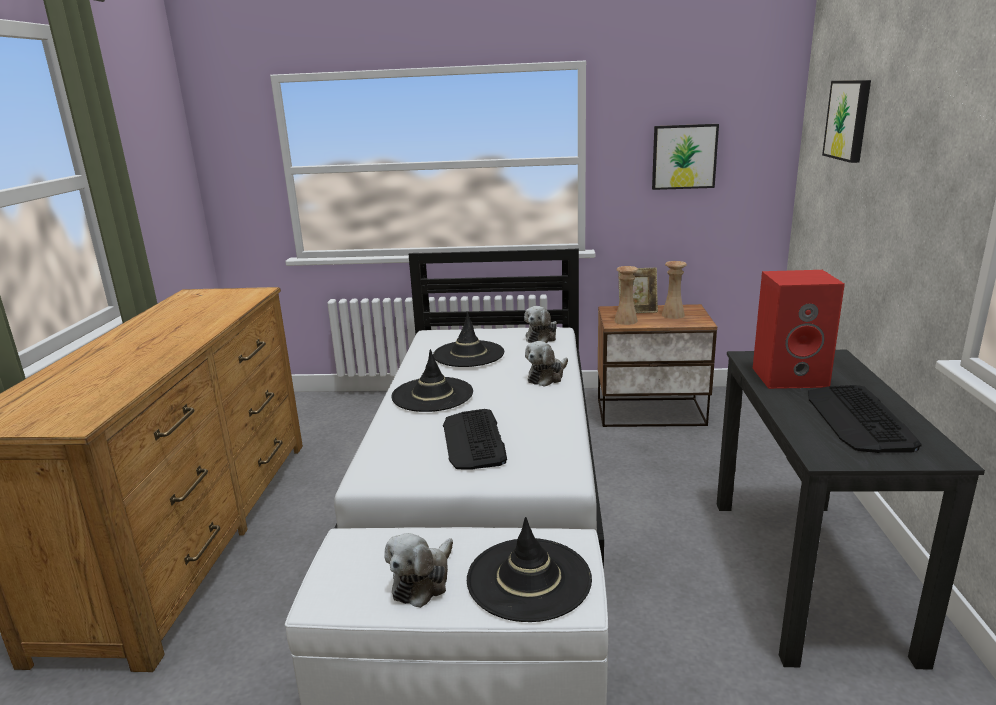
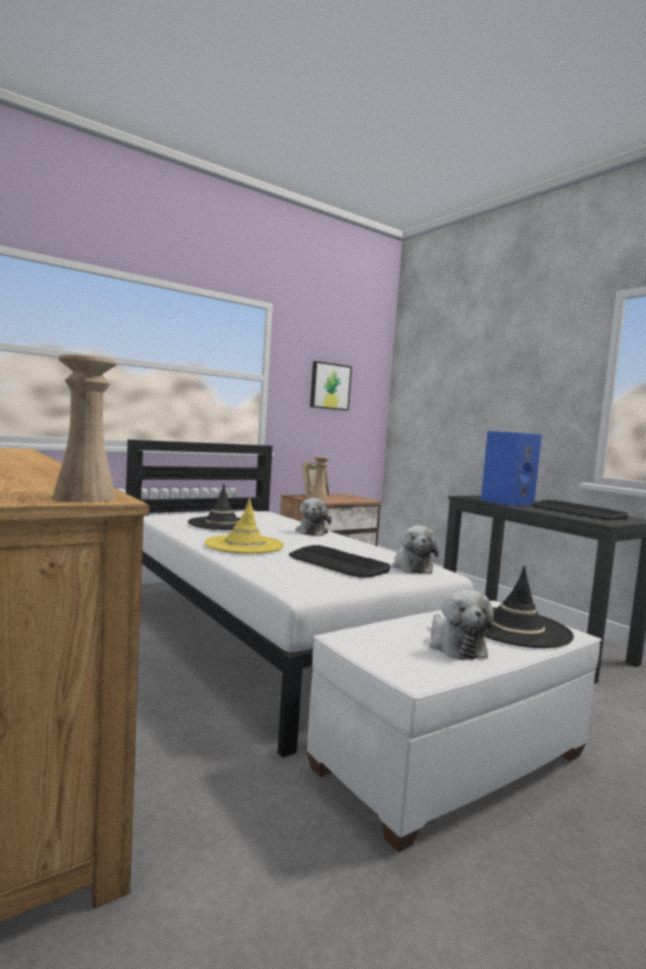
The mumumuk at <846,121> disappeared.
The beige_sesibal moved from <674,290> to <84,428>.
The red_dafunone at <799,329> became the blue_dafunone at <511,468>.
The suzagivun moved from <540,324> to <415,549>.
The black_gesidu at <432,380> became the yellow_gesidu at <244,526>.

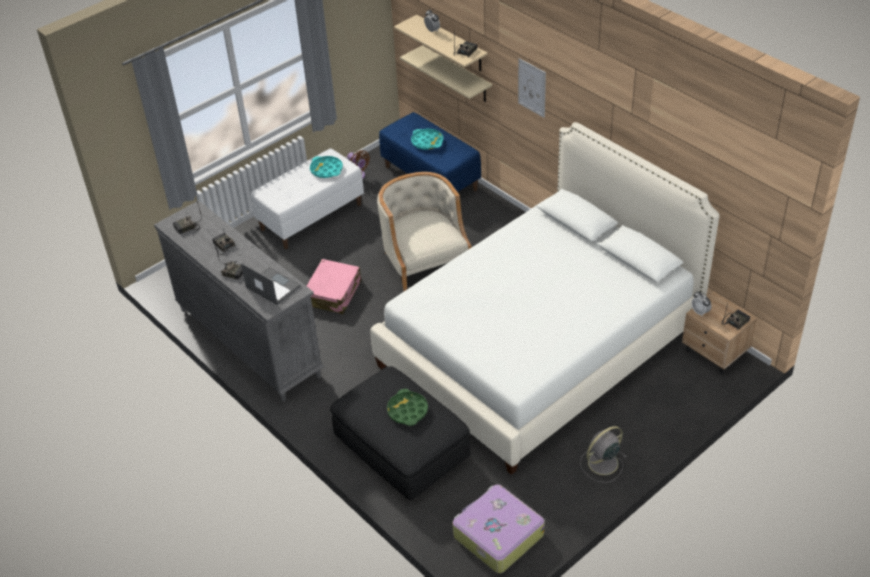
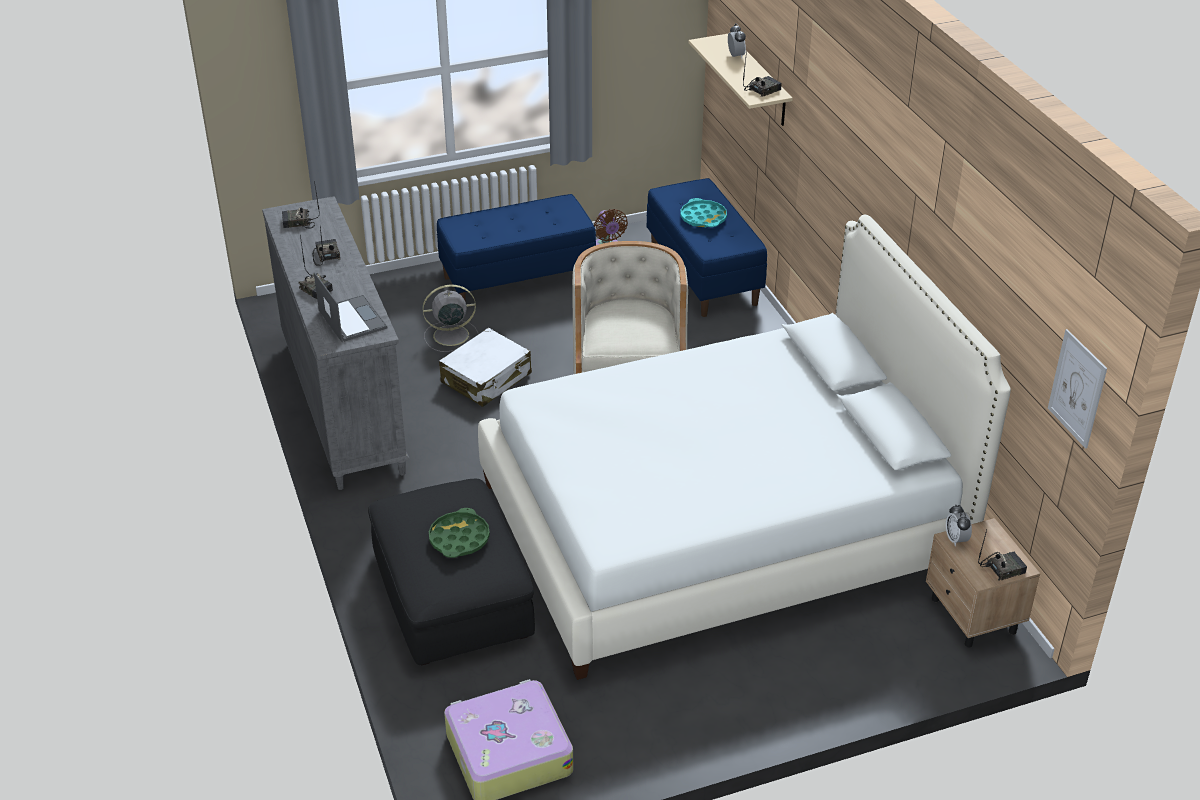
The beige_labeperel at <446,73> disappeared.
The mumumuk moved from <532,88> to <1077,389>.
The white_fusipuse at <307,199> became the blue_fusipuse at <516,247>.
The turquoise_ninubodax at <326,167> disappeared.
The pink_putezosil at <334,286> became the white_putezosil at <485,367>.
The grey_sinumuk moved from <603,454> to <450,318>.

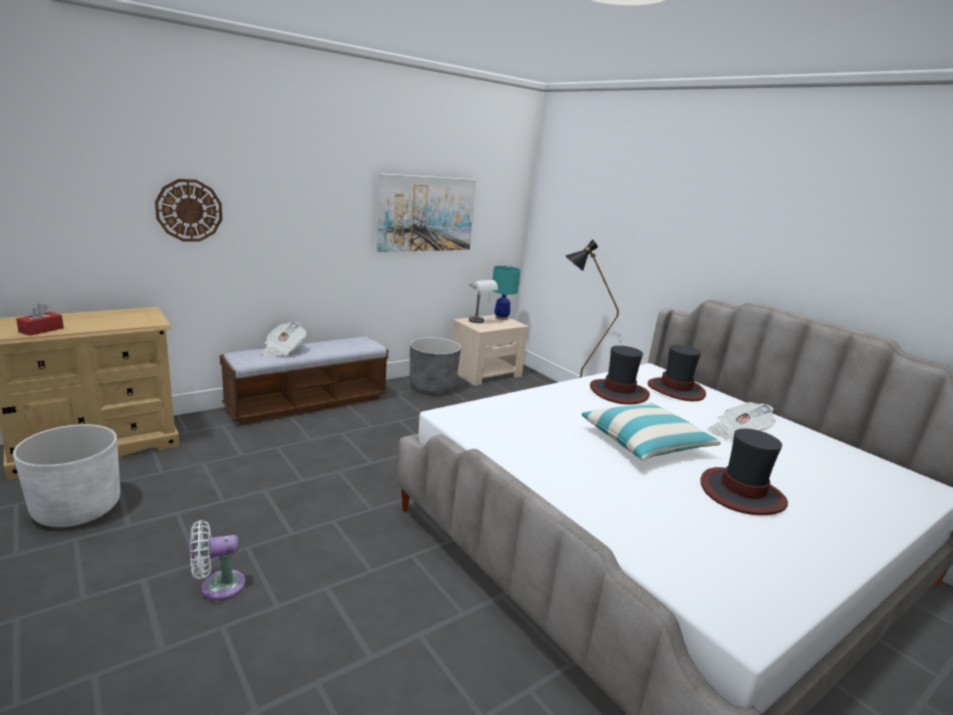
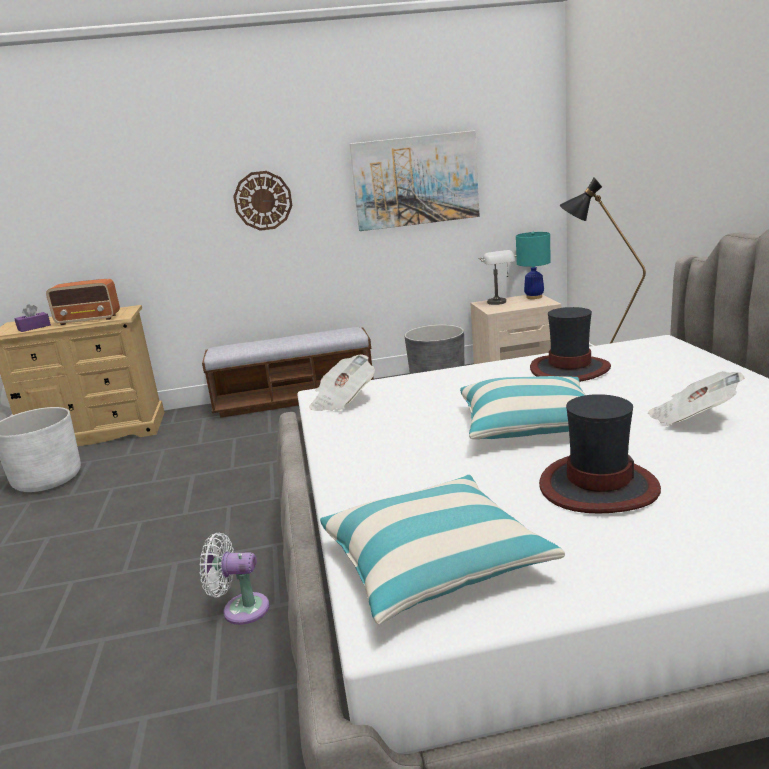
The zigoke moved from <188,210> to <263,201>.
The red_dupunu at <40,319> became the purple_dupunu at <32,318>.
The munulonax moved from <284,339> to <342,382>.
The gesidu at <677,373> disappeared.
The white_sinumuk moved from <218,560> to <234,579>.
The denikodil at <83,302> appeared.
The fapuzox at <442,549> appeared.

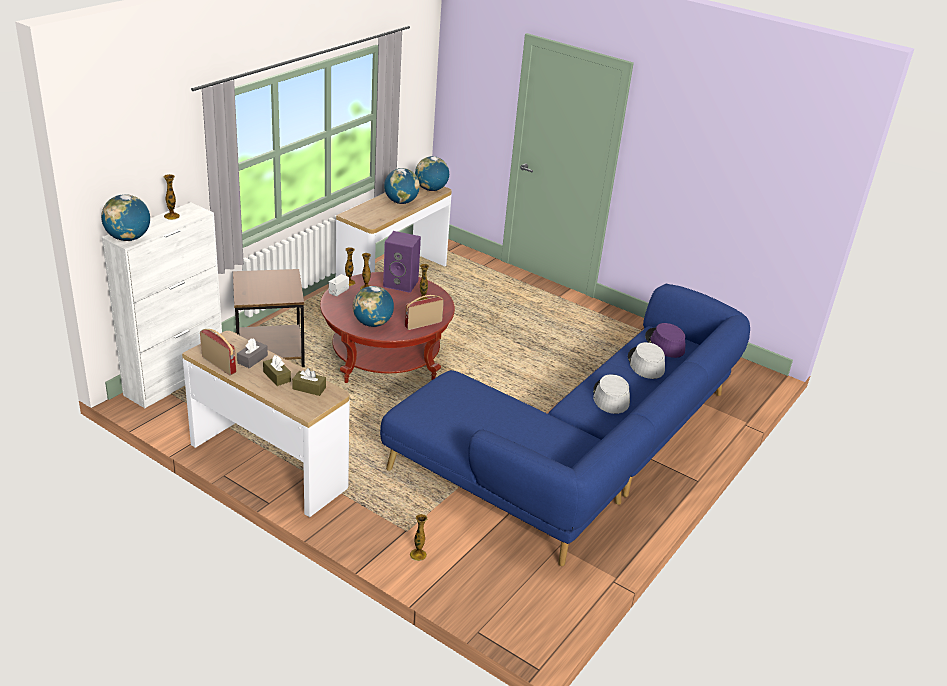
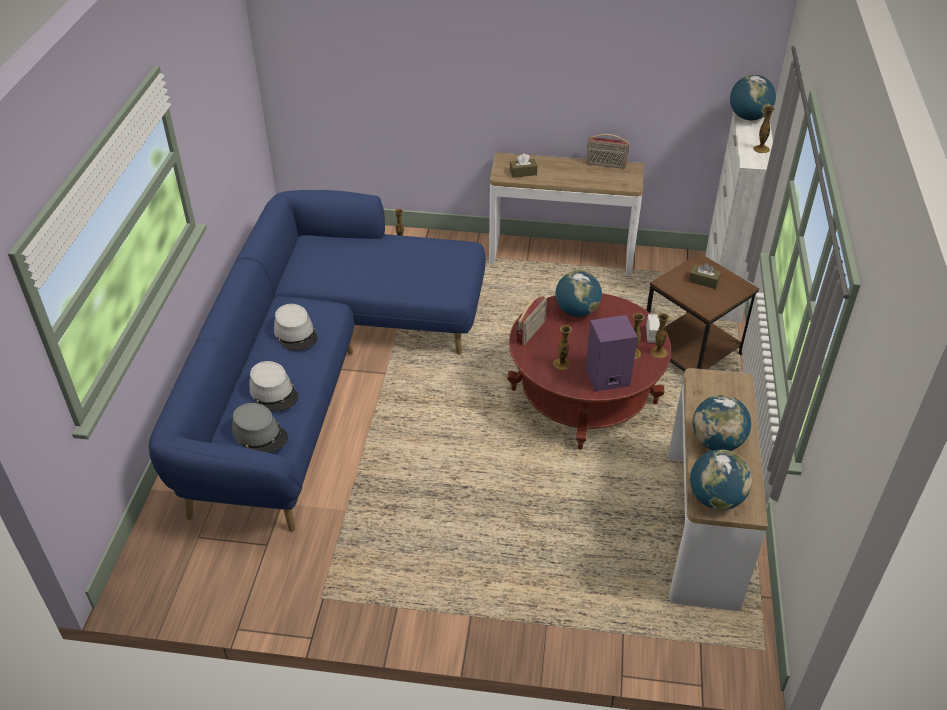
The purple_gesidu at <665,340> became the grey_gesidu at <260,428>.
The grey_dupunu at <252,353> disappeared.
The brown_dupunu moved from <277,370> to <705,276>.

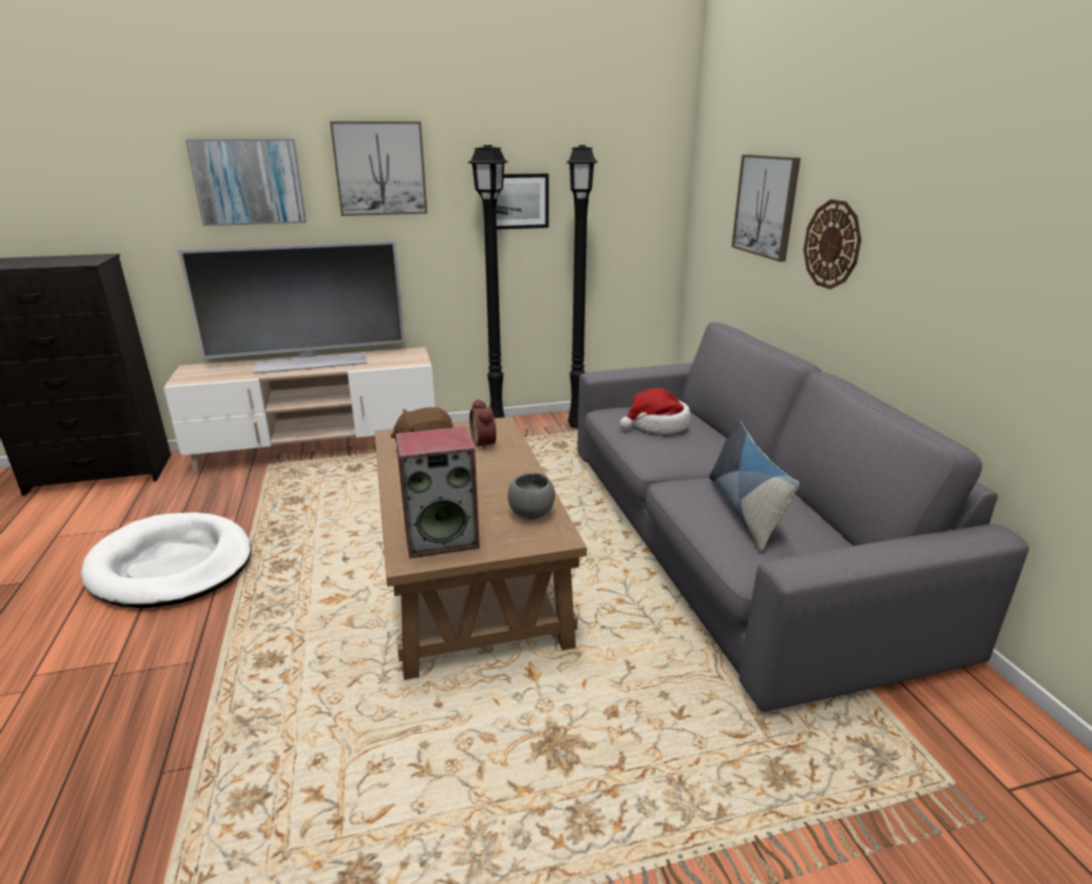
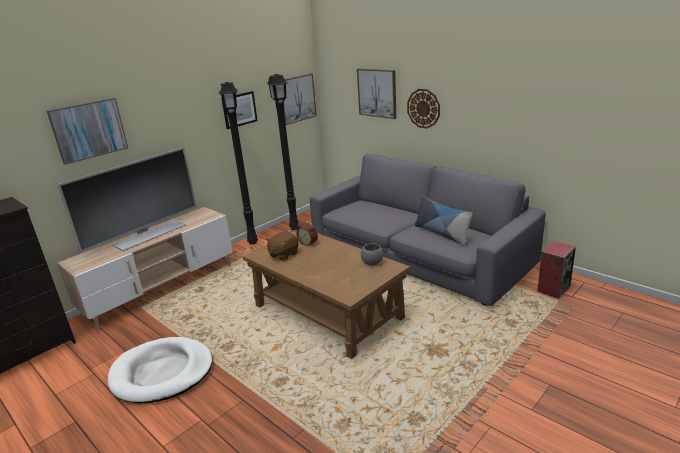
The mumumuk moved from <378,168> to <300,99>.
The gesidu at <655,411> disappeared.
The dafunone moved from <437,492> to <556,270>.

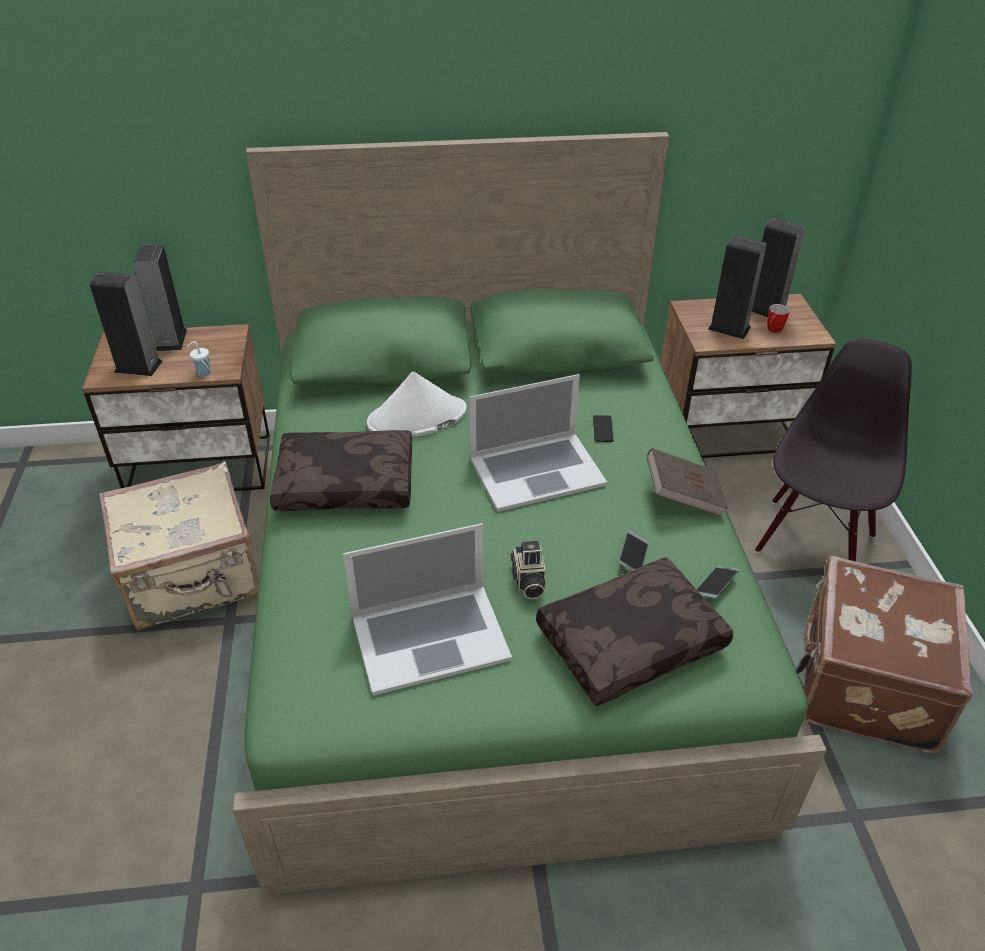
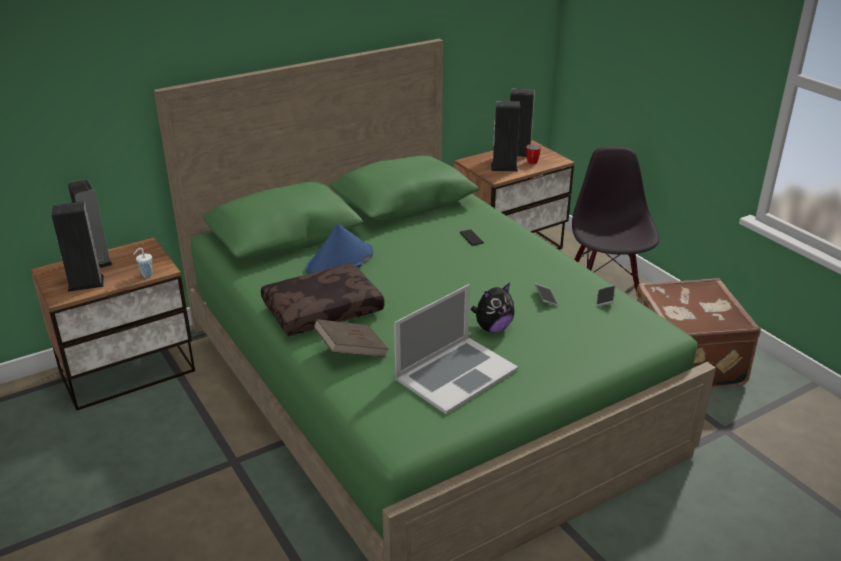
The white_gesidu at <417,404> became the blue_gesidu at <339,248>.
The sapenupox at <538,443> disappeared.
The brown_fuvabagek moved from <687,482> to <351,338>.
The beige_putezosil at <179,545> disappeared.
The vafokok at <528,570> was replaced by the suzagivun at <492,307>.
The brown_fapuzox at <634,631> disappeared.

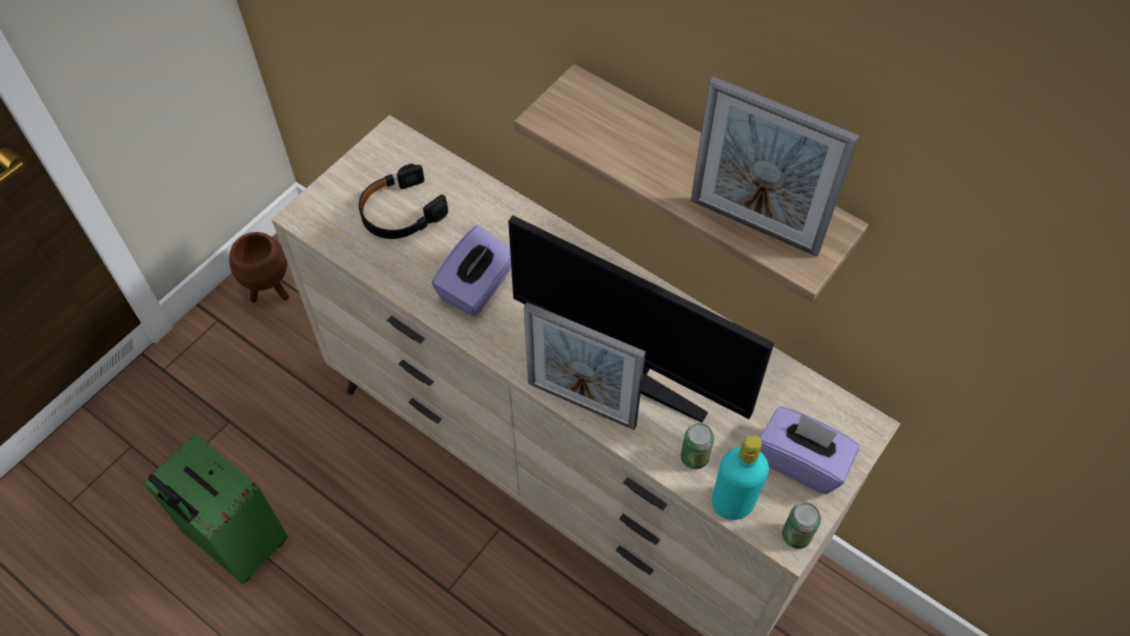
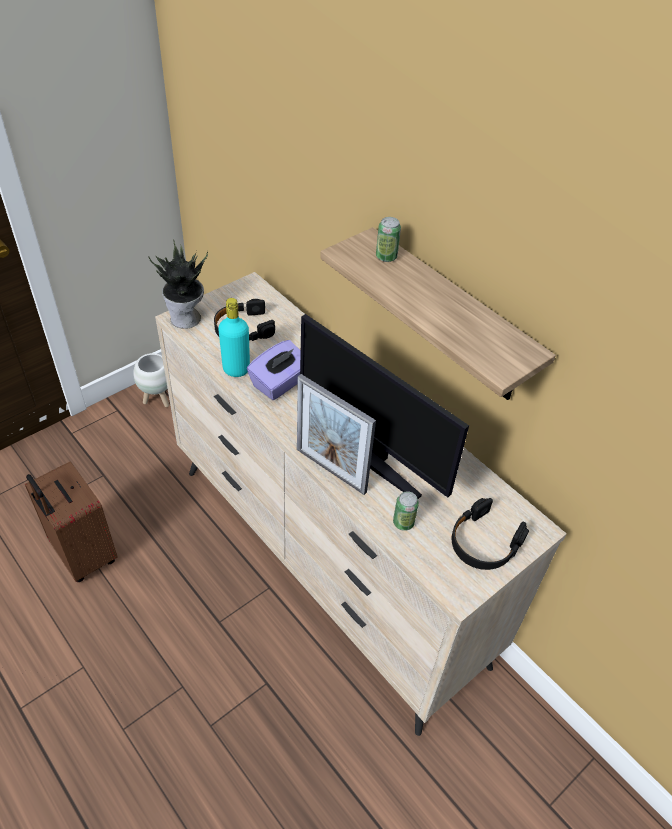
The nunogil at <775,167> disappeared.
The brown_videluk at <259,267> became the white_videluk at <151,380>.
The purple_dupunu at <809,450> was replaced by the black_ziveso at <490,534>.
The green_putezosil at <215,509> became the brown_putezosil at <71,522>.
The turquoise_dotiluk moved from <740,477> to <234,337>.
The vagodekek moved from <801,526> to <388,239>.
The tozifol at <178,284> appeared.

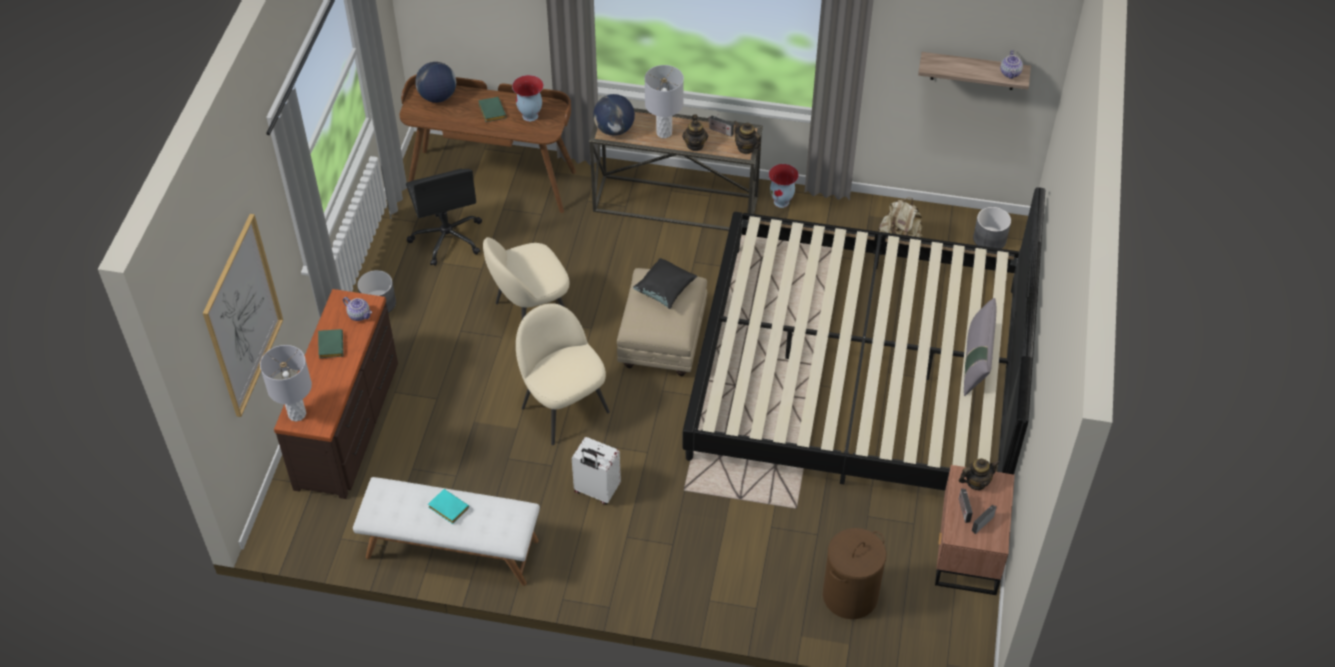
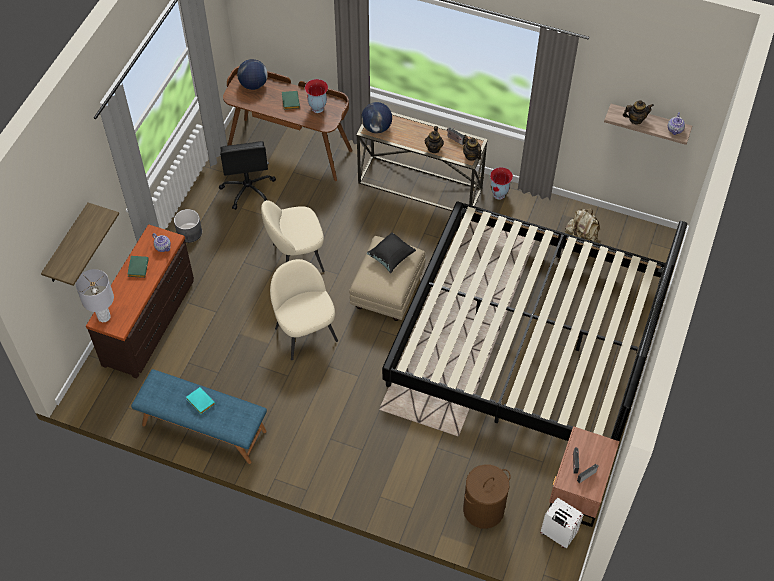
The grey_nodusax at <664,101> disappeared.
The grey_videluk at <992,228> disappeared.
The mumumuk at <243,315> was replaced by the labeperel at <80,244>.
The grey_fapuzox at <980,347> disappeared.
The white_putezosil moved from <596,470> to <561,523>.
The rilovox moved from <979,474> to <638,112>.
The white_fusipuse at <446,531> became the blue_fusipuse at <199,416>.

